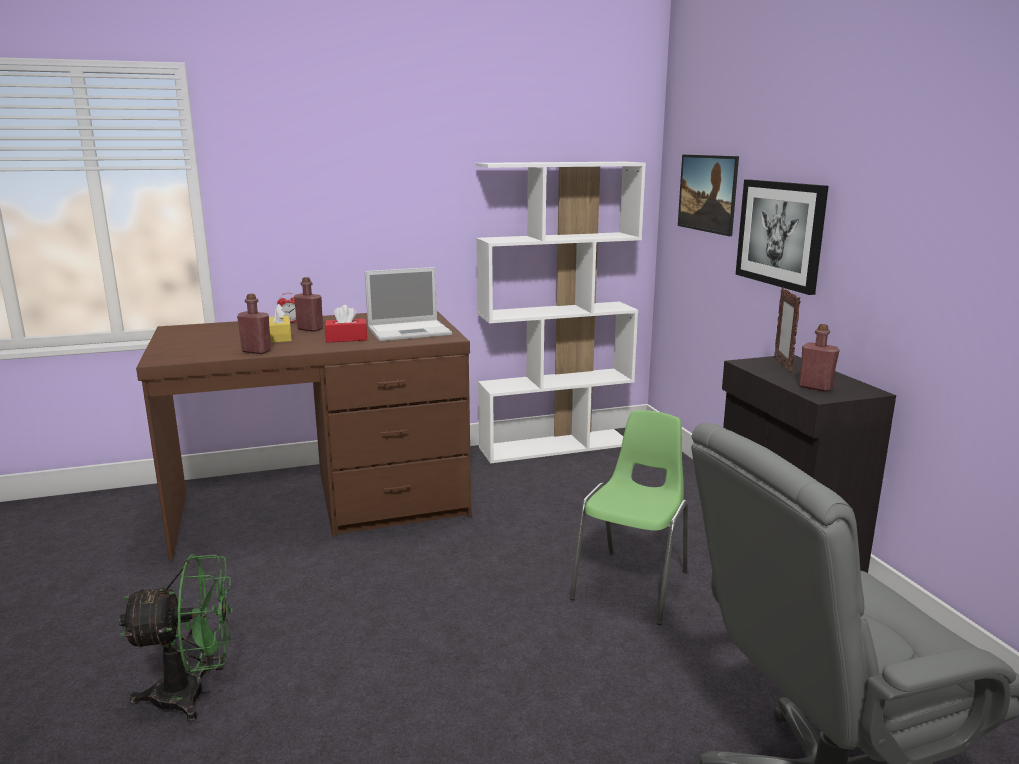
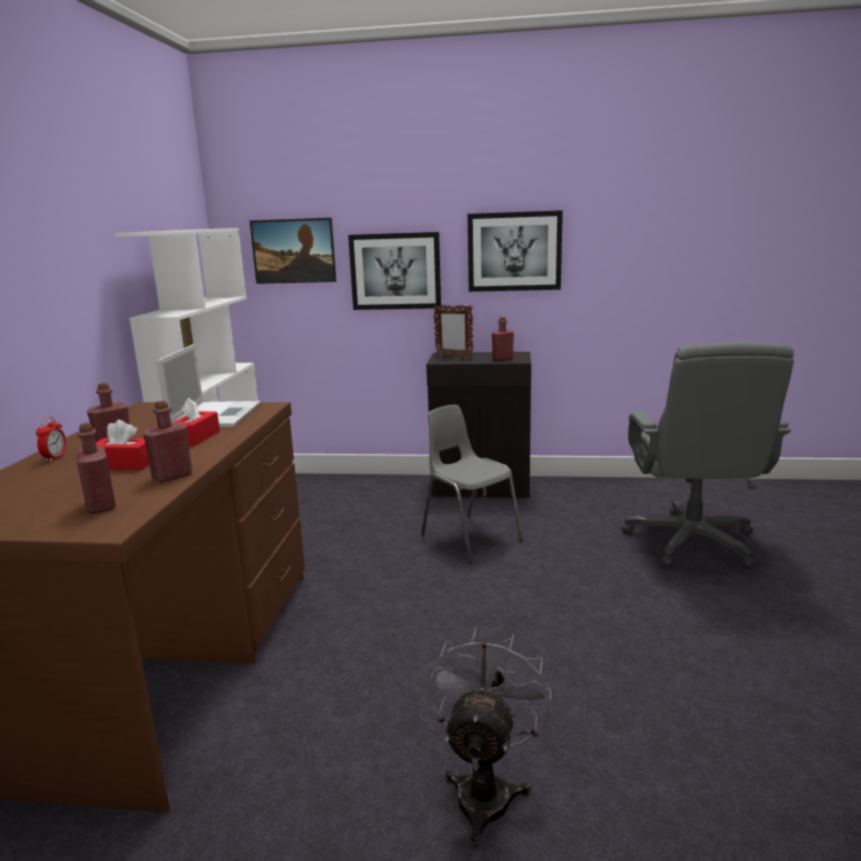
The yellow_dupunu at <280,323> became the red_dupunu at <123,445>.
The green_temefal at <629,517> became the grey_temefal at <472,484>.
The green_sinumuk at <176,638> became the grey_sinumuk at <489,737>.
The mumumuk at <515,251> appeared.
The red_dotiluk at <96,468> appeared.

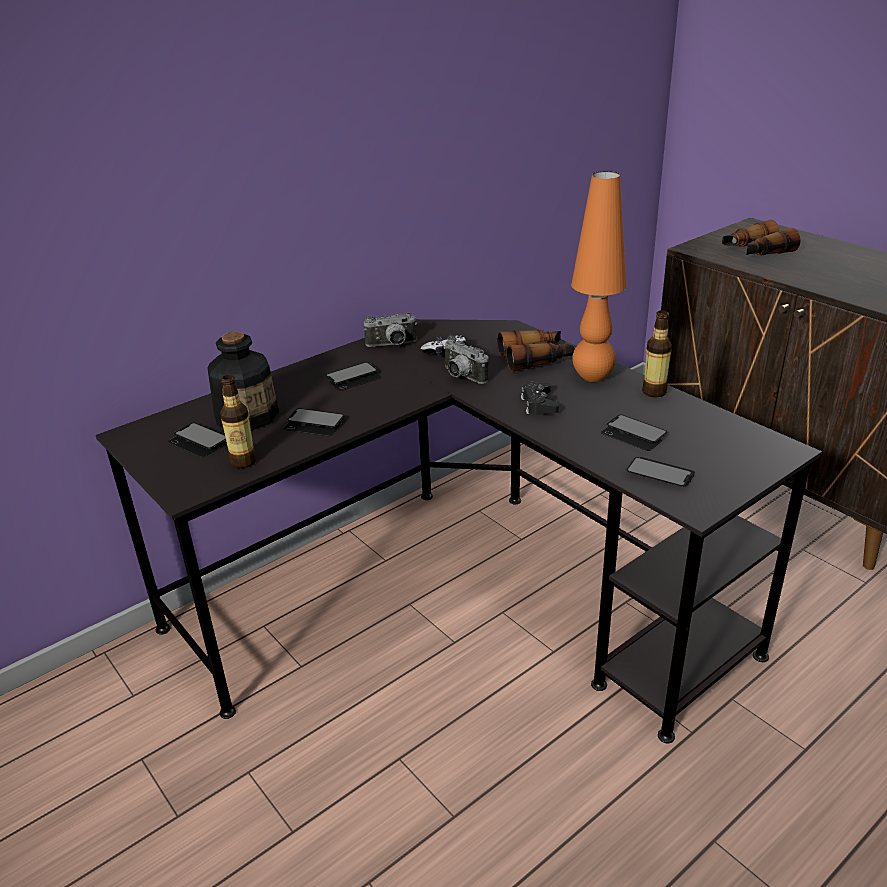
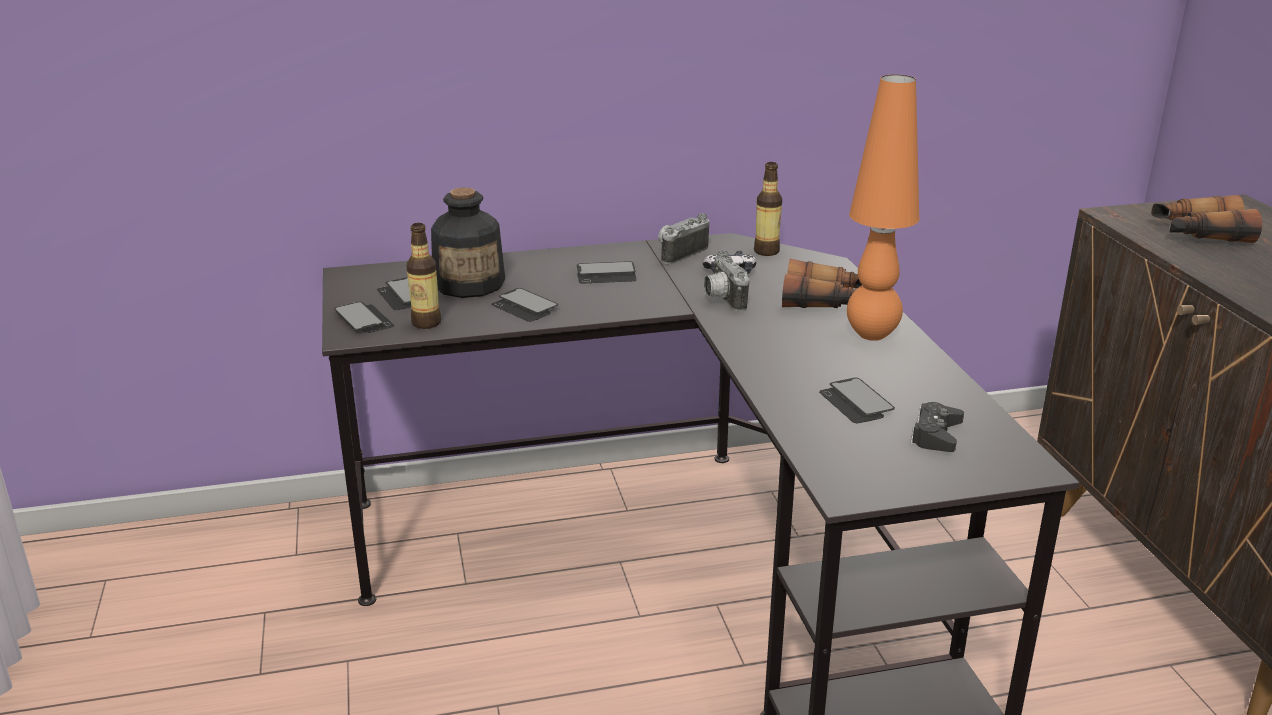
The dotiluk moved from <657,353> to <768,209>.
The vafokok at <390,330> turned 120 degrees clockwise.
The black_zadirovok moved from <540,398> to <937,427>.
The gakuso moved from <660,472> to <364,317>.

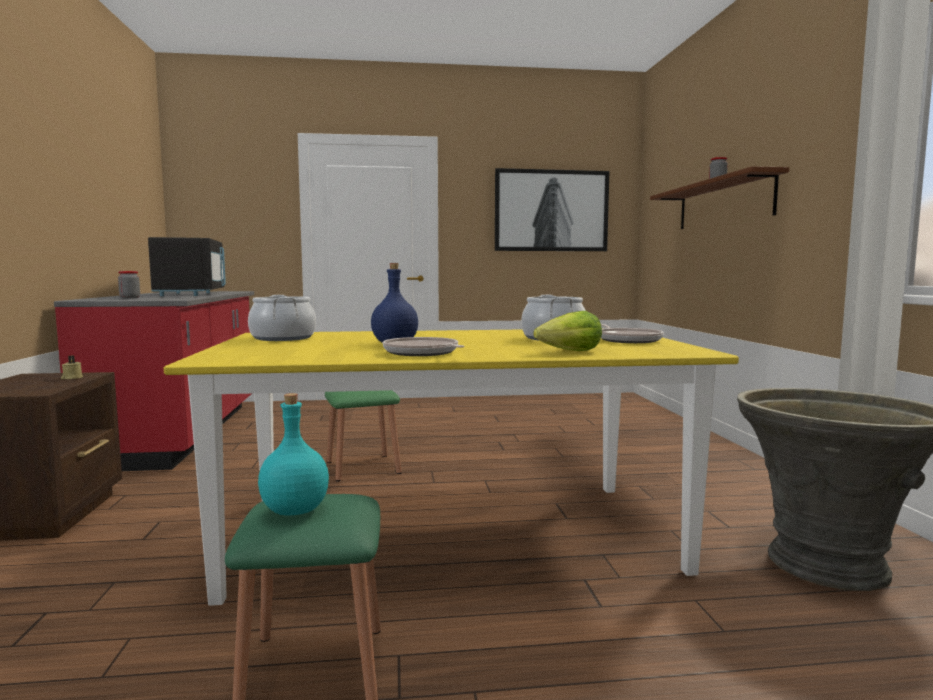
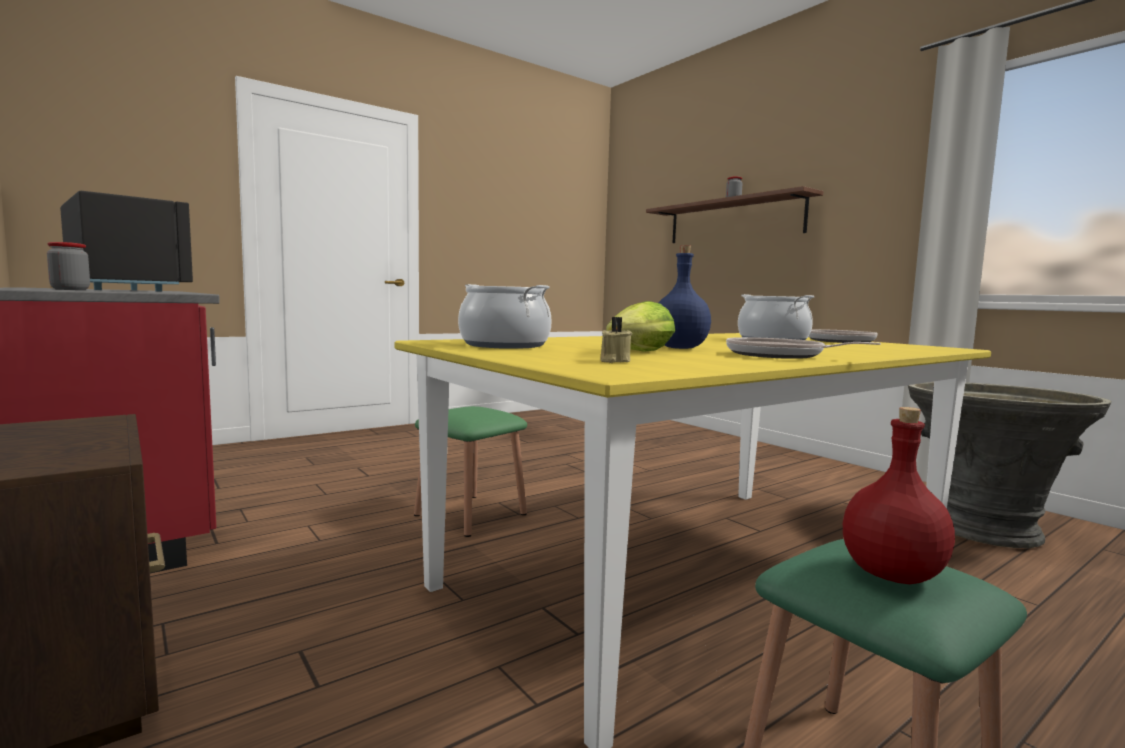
The mumumuk at <552,209> disappeared.
The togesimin moved from <567,331> to <641,326>.
The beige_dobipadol moved from <72,367> to <616,340>.
The turquoise_dotiluk at <293,454> became the red_dotiluk at <899,495>.

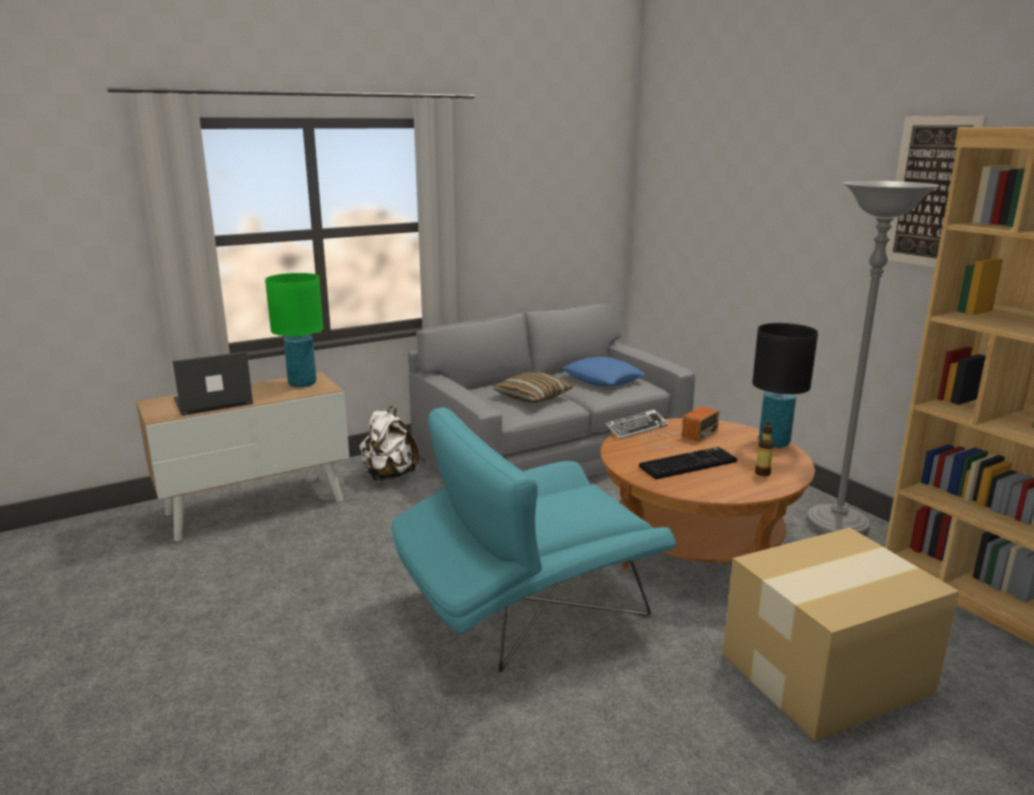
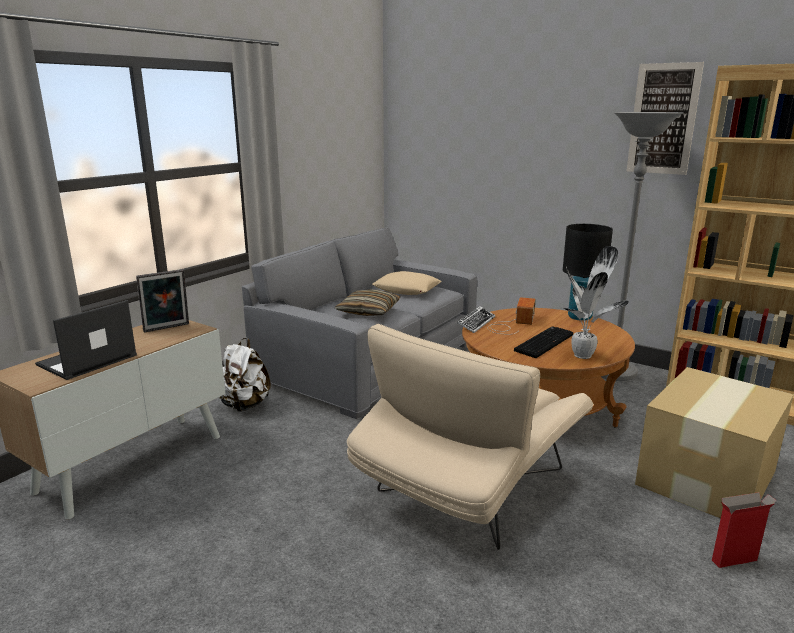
The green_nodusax at <294,330> was replaced by the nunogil at <162,301>.
The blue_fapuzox at <604,371> became the beige_fapuzox at <407,283>.
The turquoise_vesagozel at <533,539> became the beige_vesagozel at <470,437>.
The dotiluk at <764,449> disappeared.
The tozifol at <596,302> appeared.
The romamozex at <744,530> appeared.

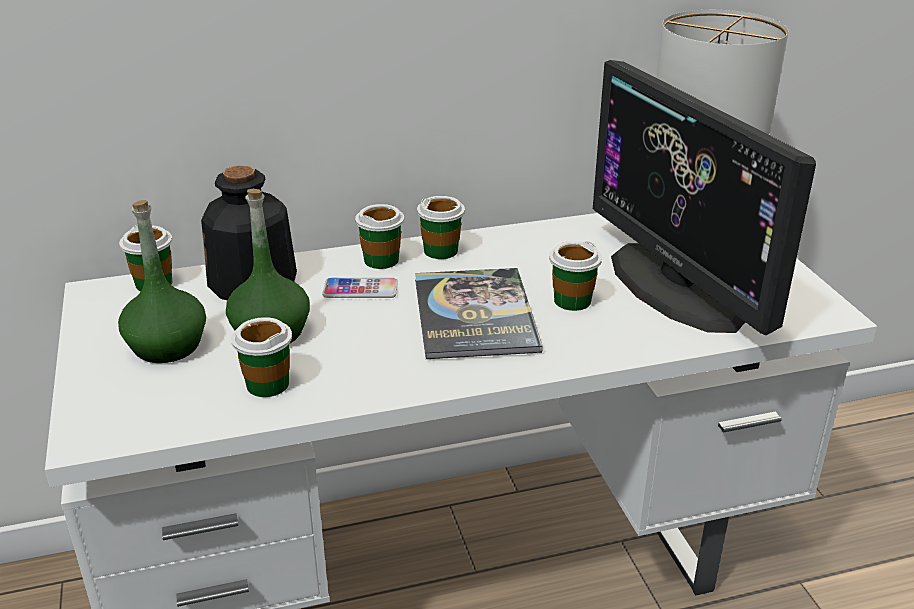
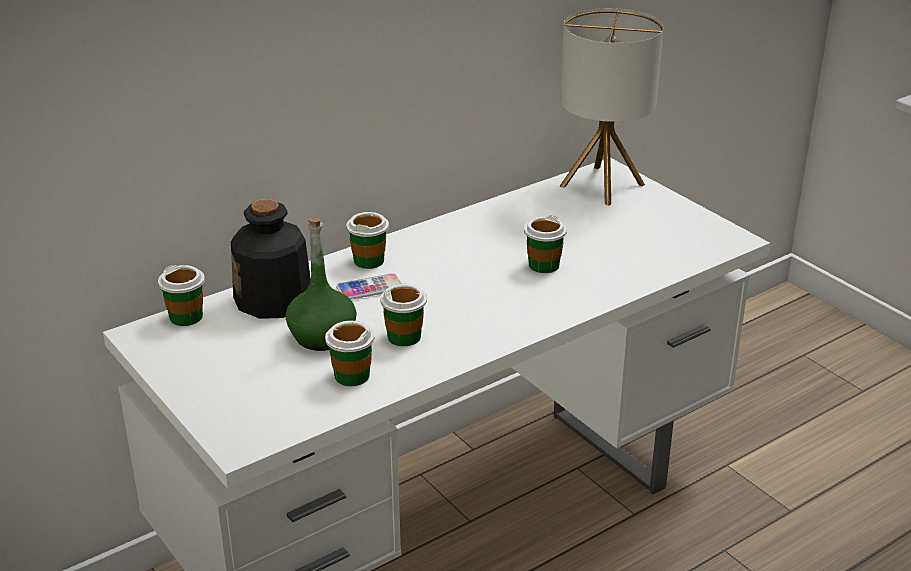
The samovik at <704,197> disappeared.
The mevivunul moved from <441,227> to <403,315>.
The green_dotiluk at <162,281> disappeared.
The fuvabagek at <479,313> disappeared.

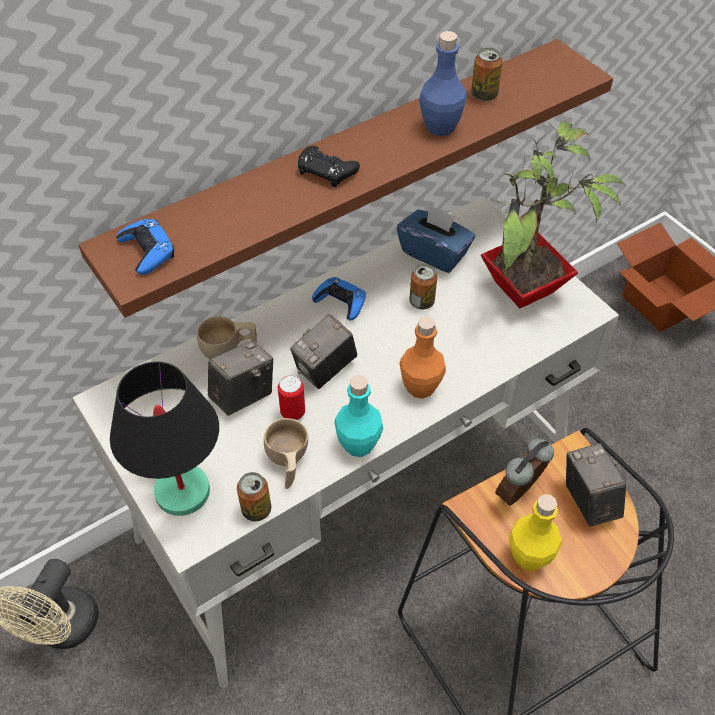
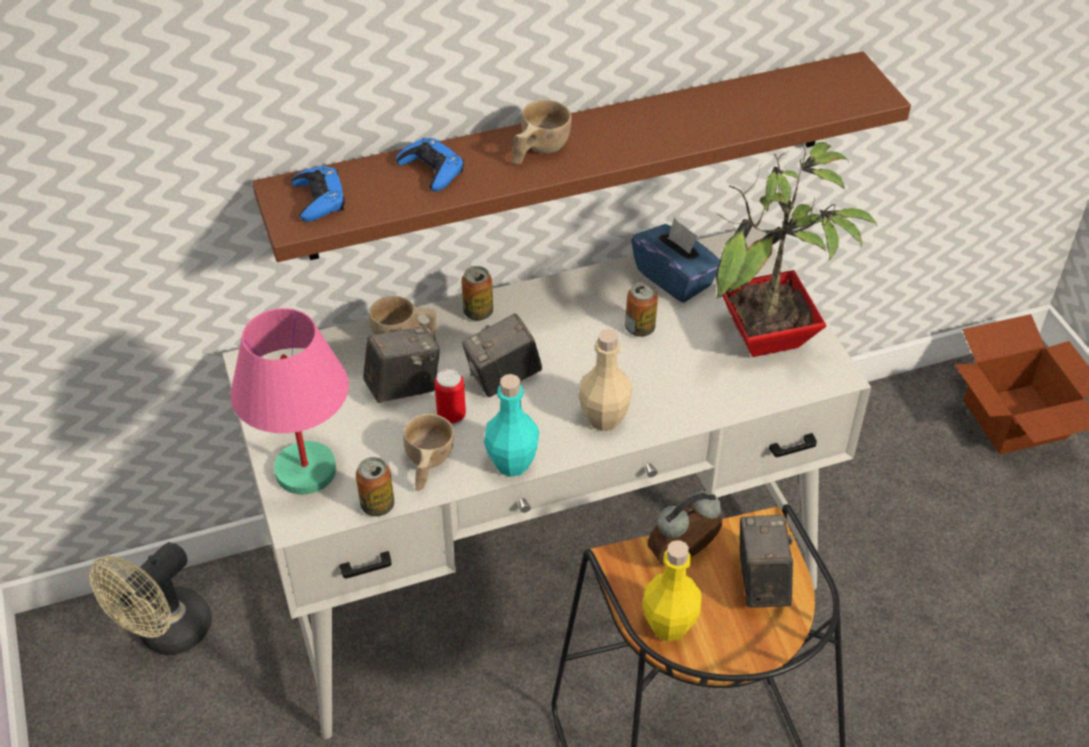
The blue_dotiluk at <443,83> disappeared.
The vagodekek moved from <487,74> to <477,293>.
The black_zadirovok at <329,166> was replaced by the beige_mevivunul at <542,132>.
The blue_zadirovok moved from <339,298> to <430,165>.
The orange_dotiluk at <422,357> became the beige_dotiluk at <605,380>.
The black_nodusax at <164,438> became the pink_nodusax at <289,401>.

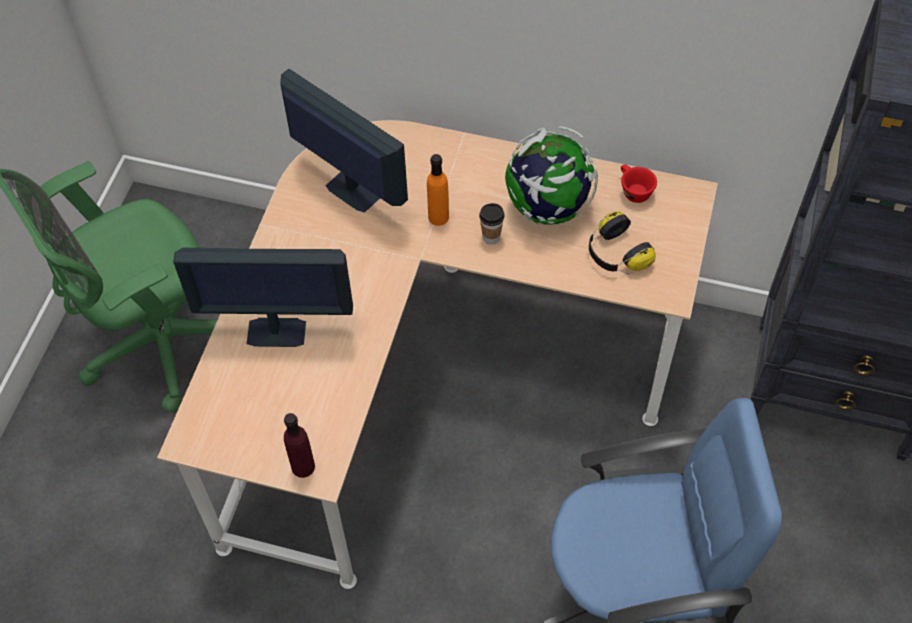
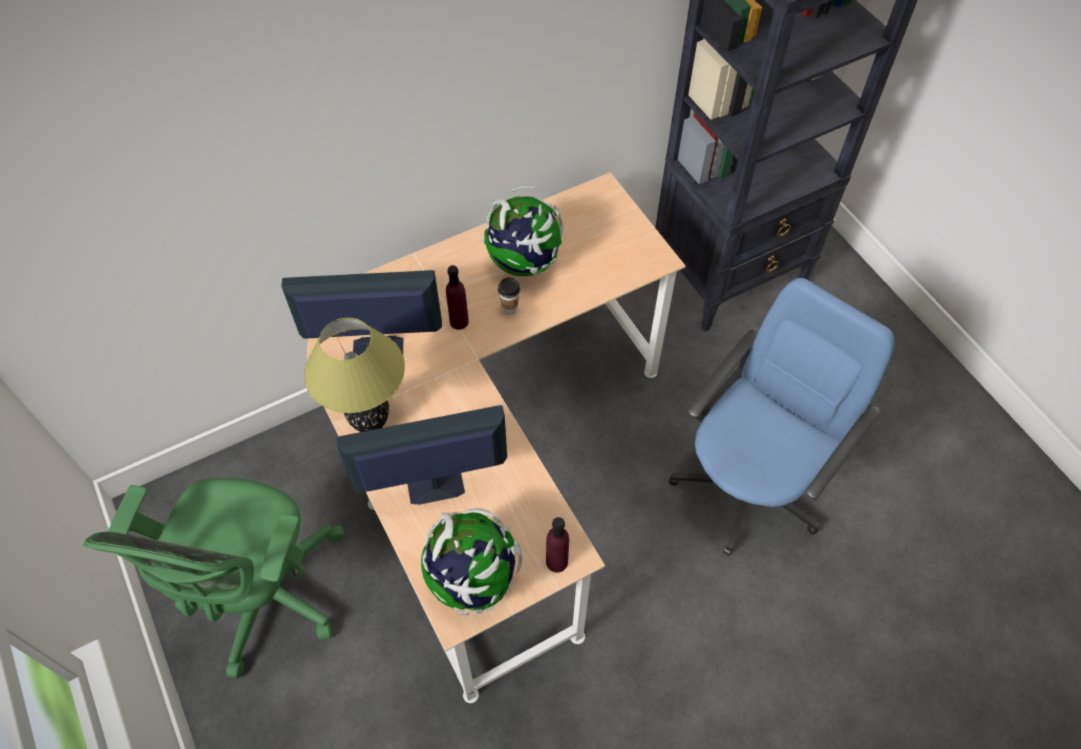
The orange_dotiluk at <438,190> became the purple_dotiluk at <457,297>.
The red_mevivunul at <639,184> disappeared.
The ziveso at <622,242> disappeared.
The samovik at <263,297> turned 150 degrees counterclockwise.
The nodusax at <354,375> appeared.
The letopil at <471,562> appeared.

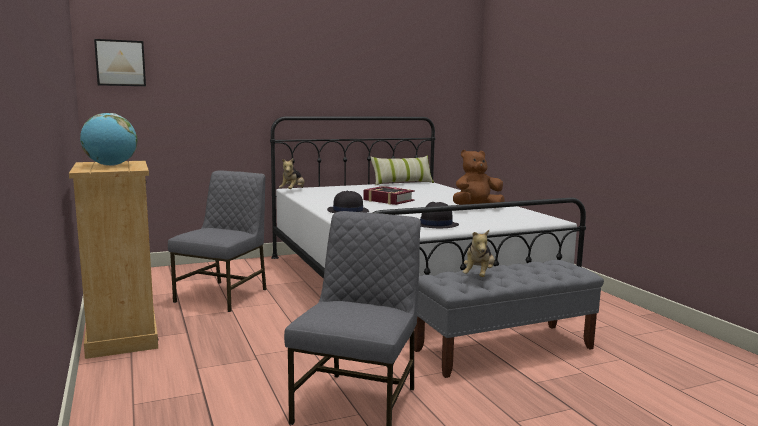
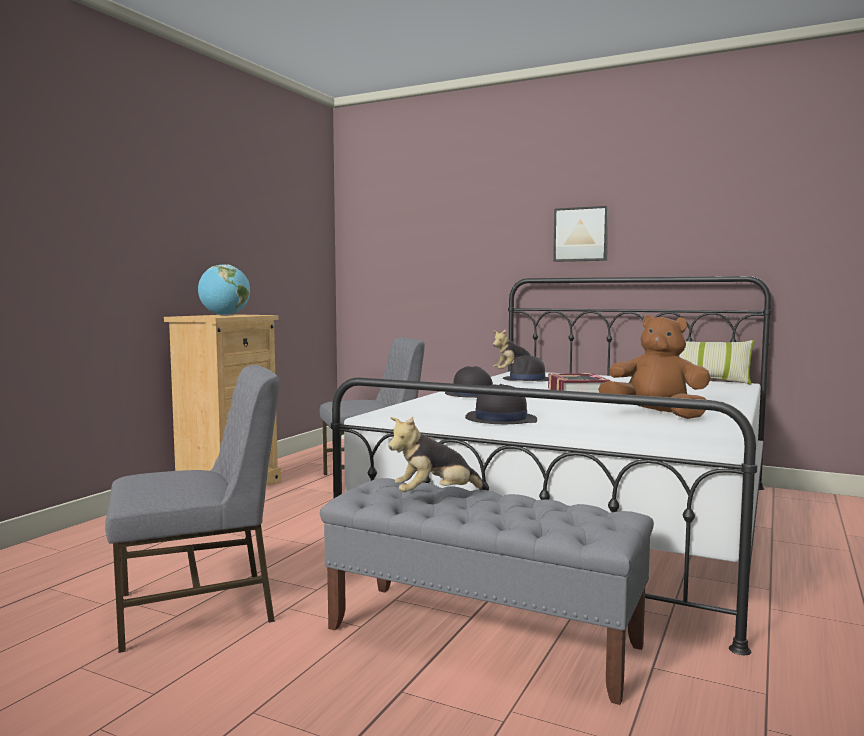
The mumumuk moved from <120,62> to <581,234>.
The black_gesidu at <525,369> appeared.

